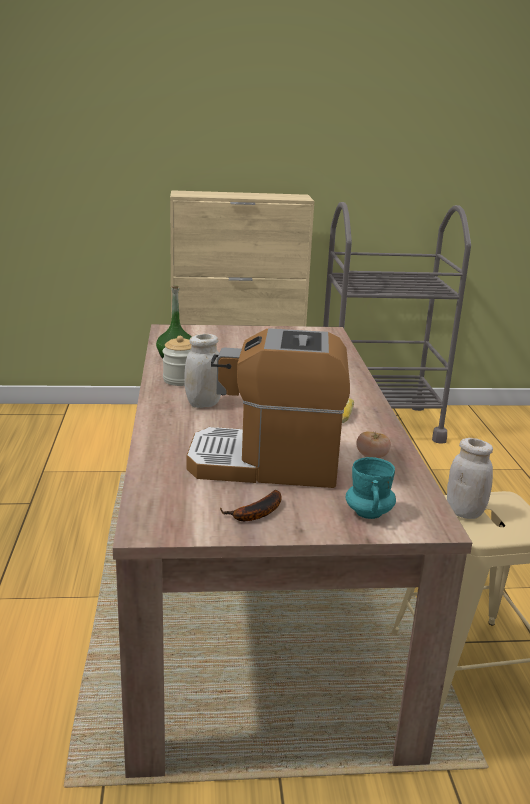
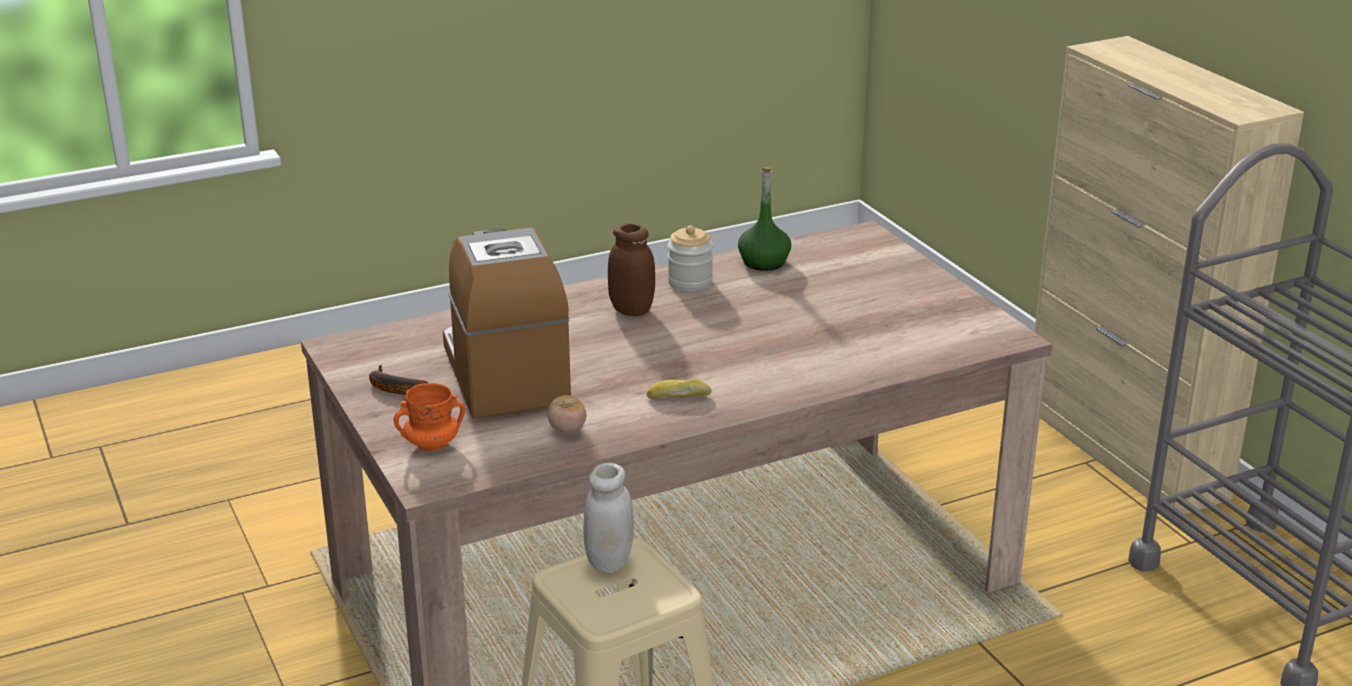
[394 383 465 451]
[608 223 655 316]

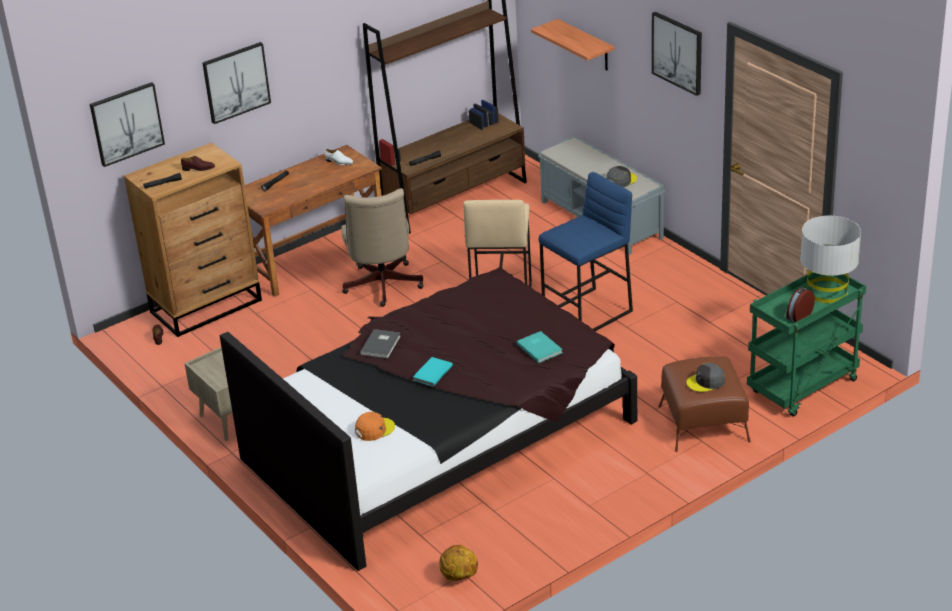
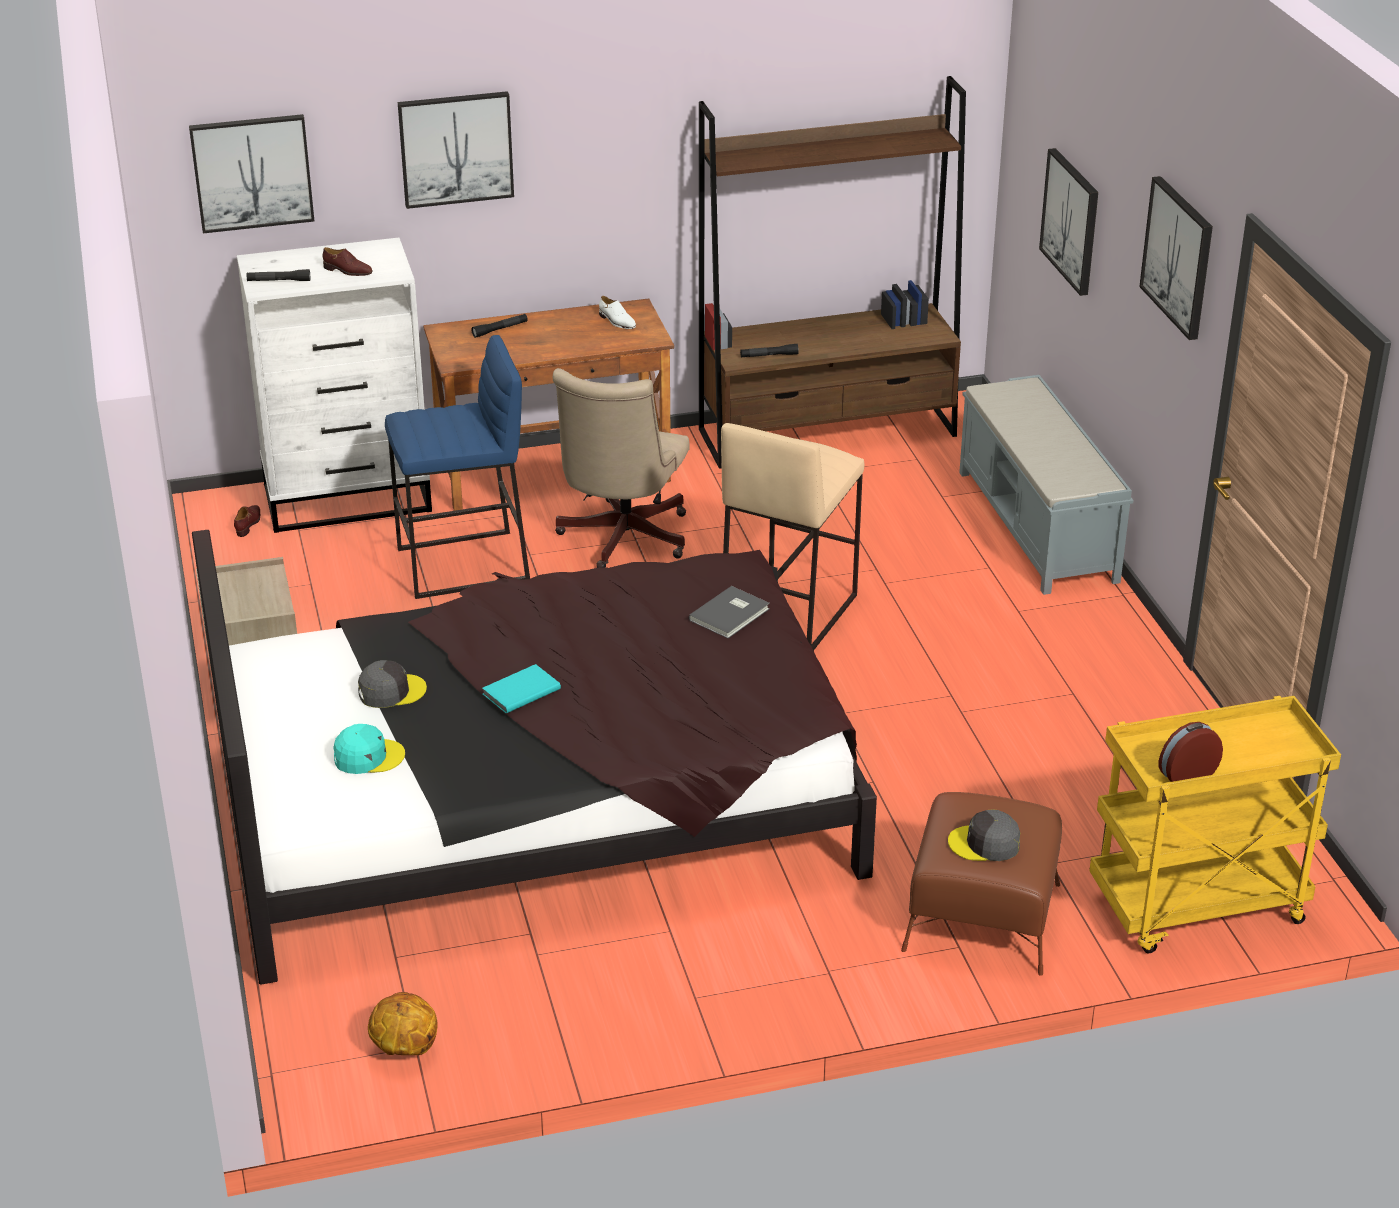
[237 238 432 533]
[333 724 405 774]
[358 660 427 708]
[385 335 530 599]
[689 586 770 638]
[1039 148 1098 296]
[1089 696 1341 953]
[516 331 563 363] (first image)
[800 216 861 303] (first image)

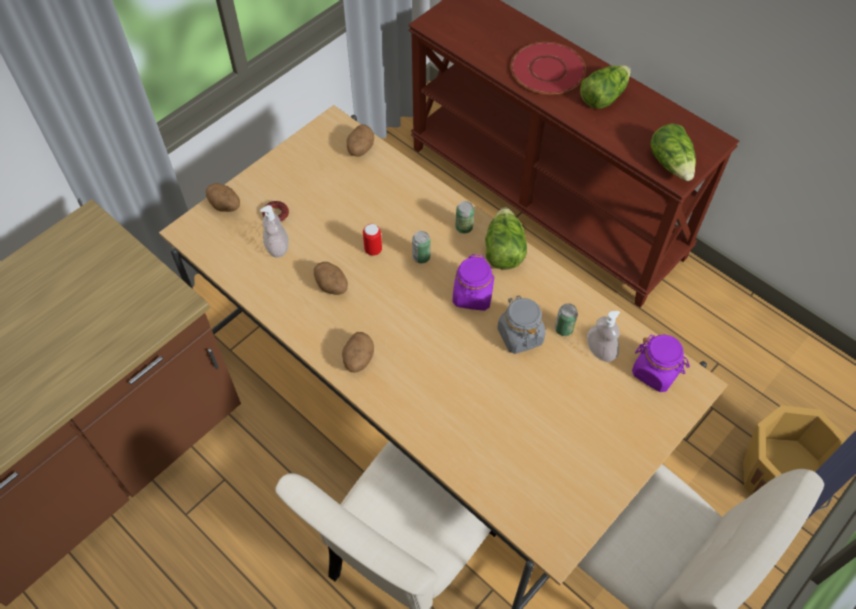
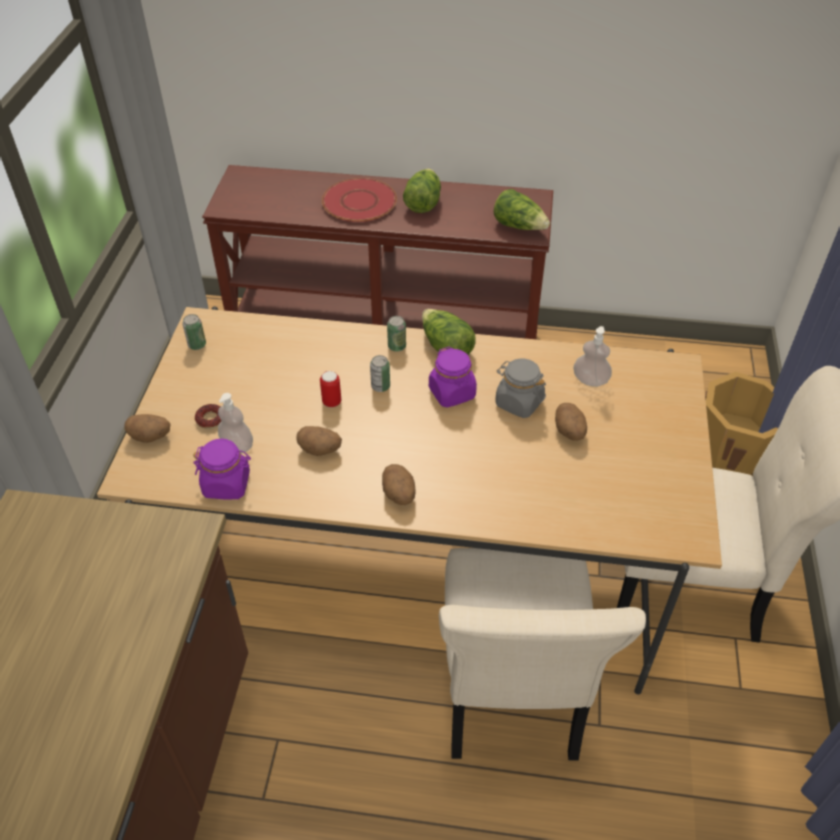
[182 314 206 350]
[193 439 251 499]
[555 403 587 441]

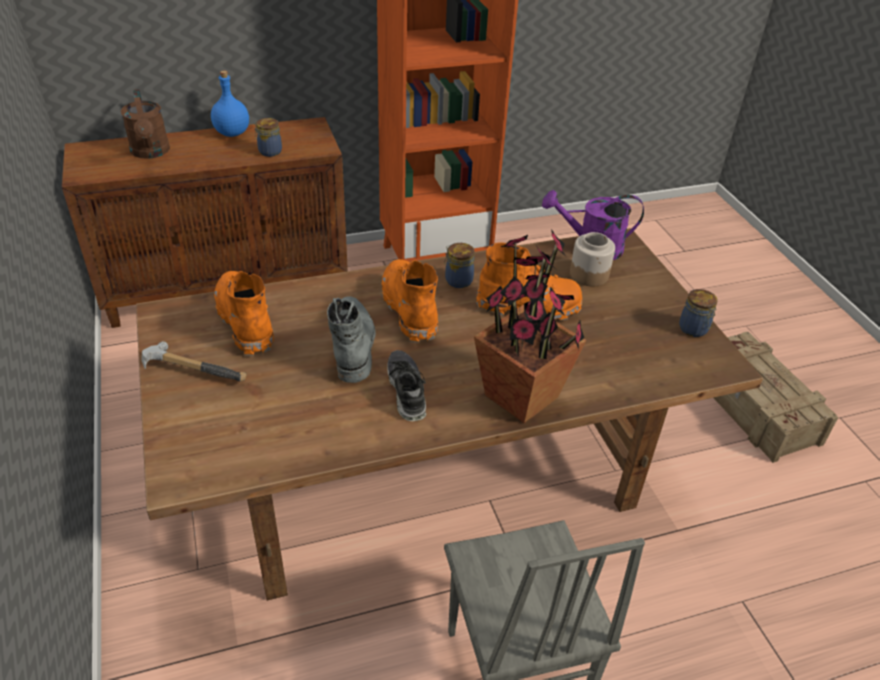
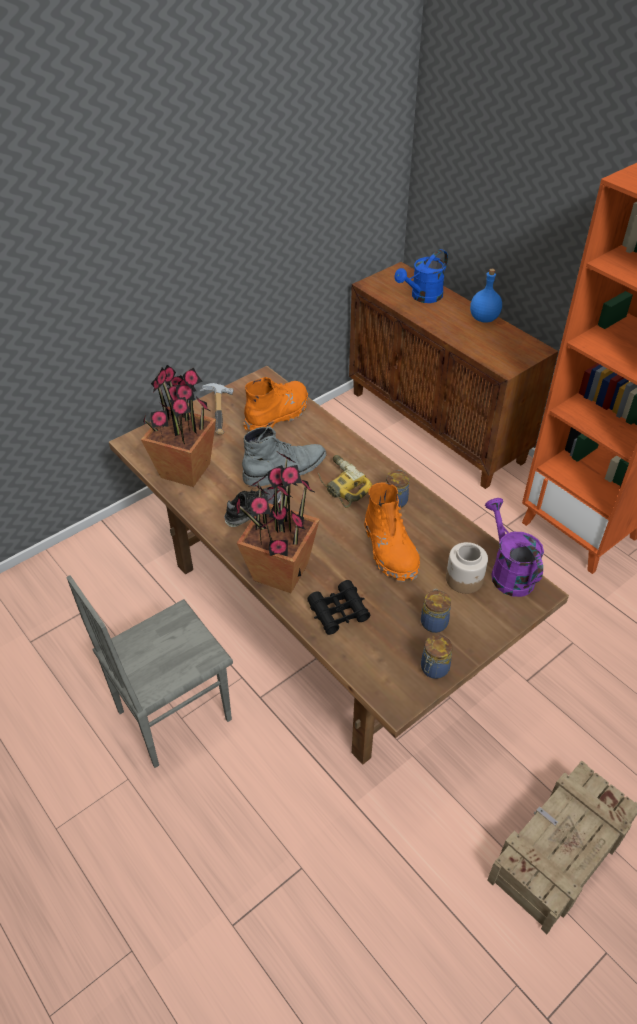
[141 365 216 487]
[307 580 370 635]
[318 455 372 508]
[395 249 448 303]
[421 589 451 633]

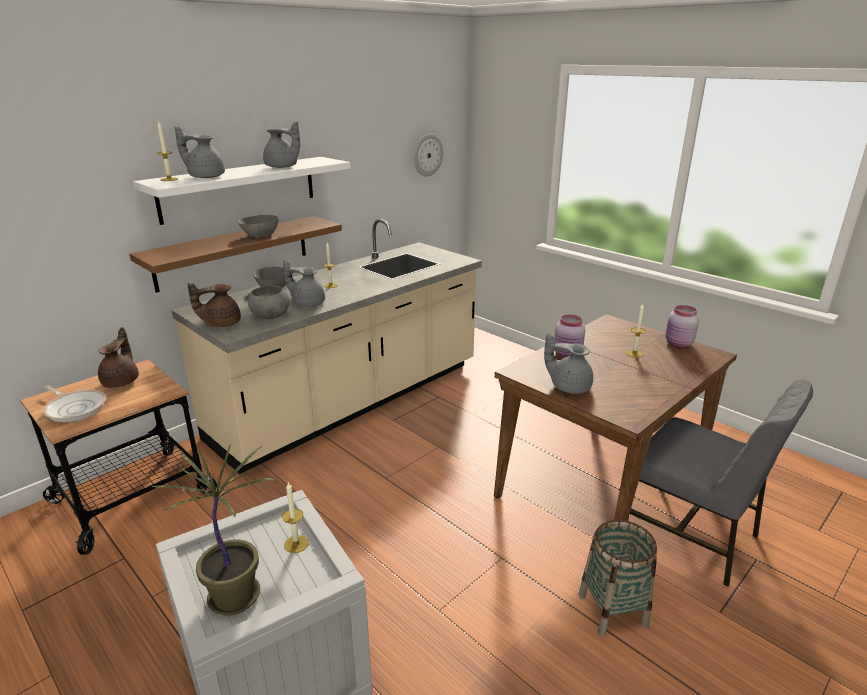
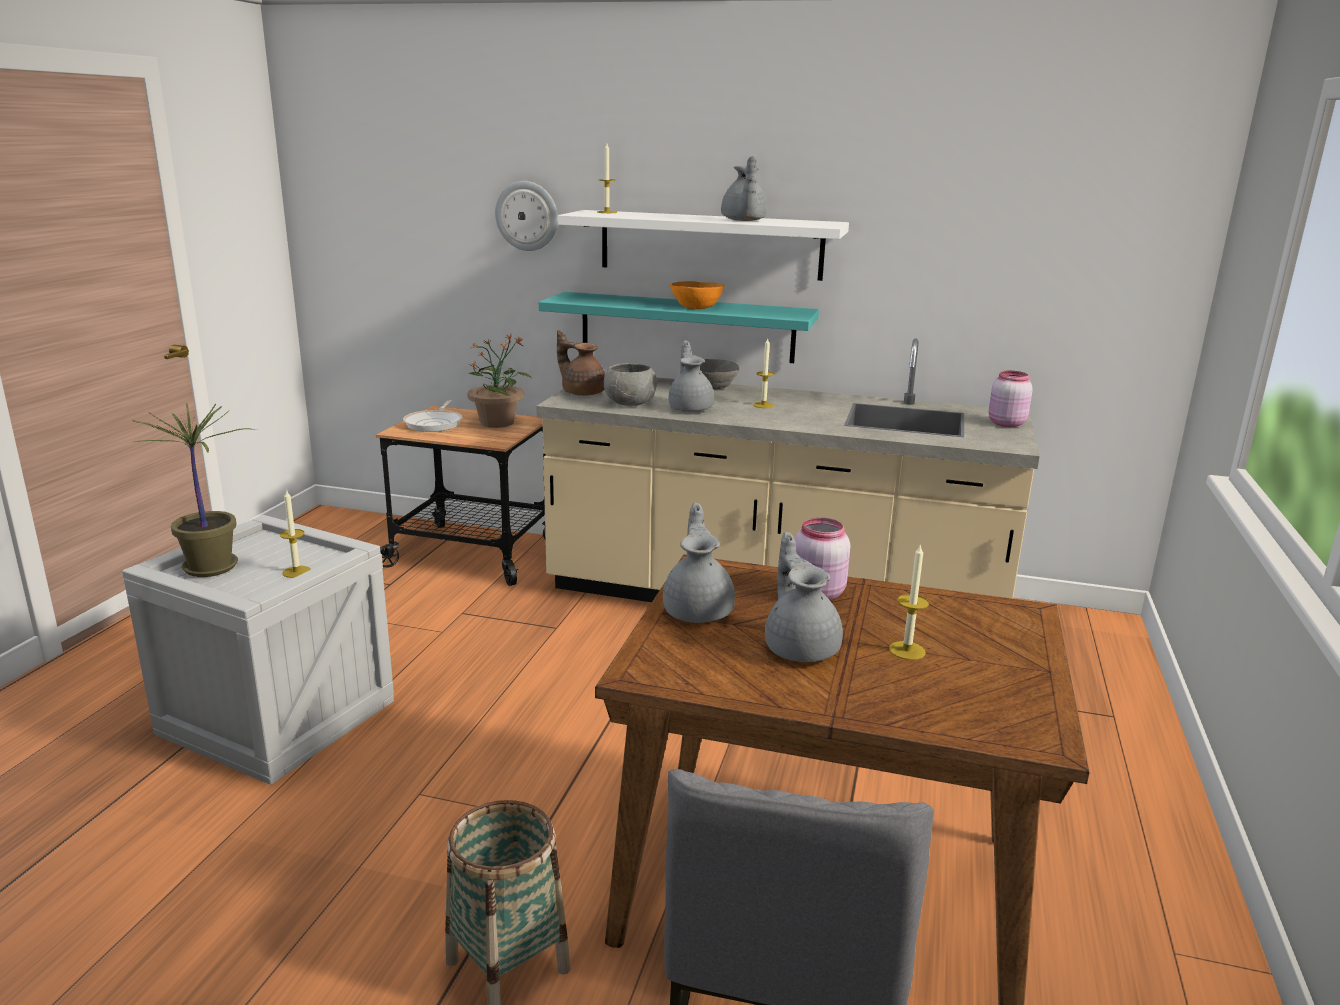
[467 334 531 428]
[495 181 558 251]
[539 292 819 363]
[670 281 724 309]
[765 532 843 662]
[989 371 1033 427]

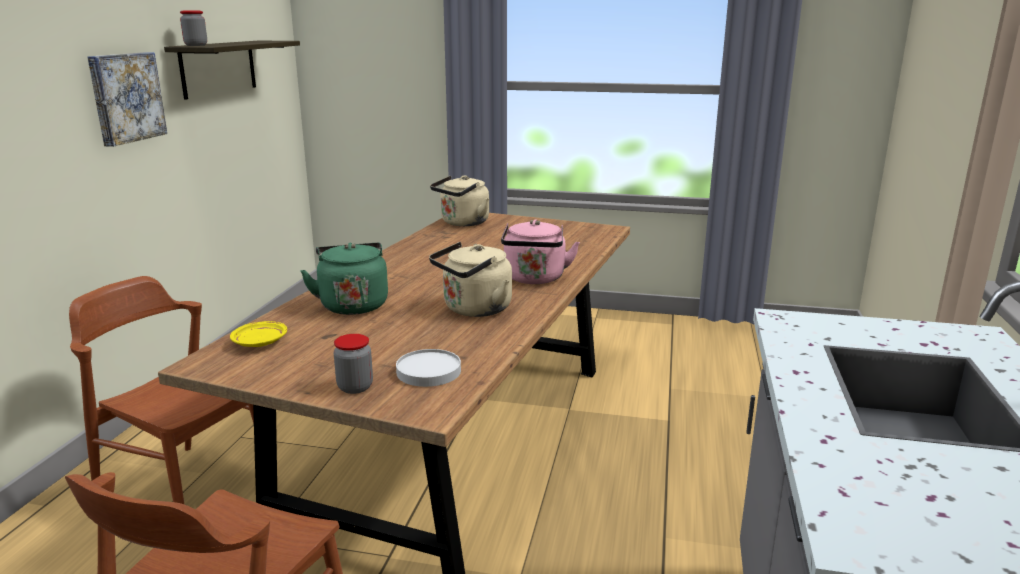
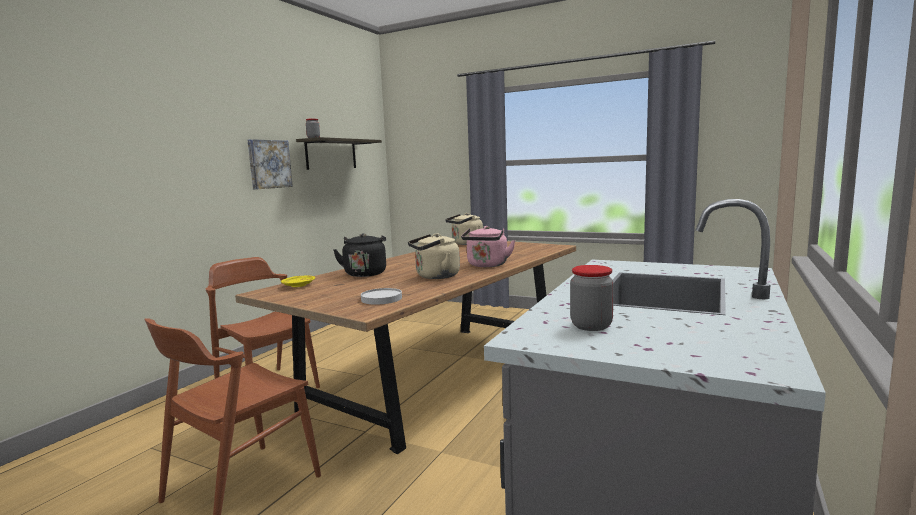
[333 233 386 277]
[570 265 614 331]

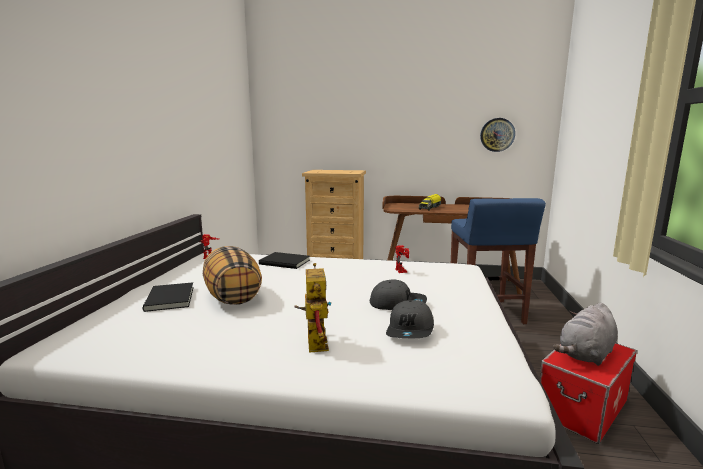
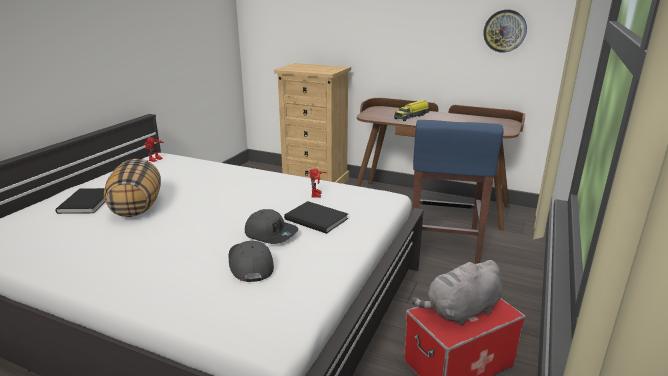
[229 241 274 282]
[284 201 348 234]
[294 263 331 353] (first image)

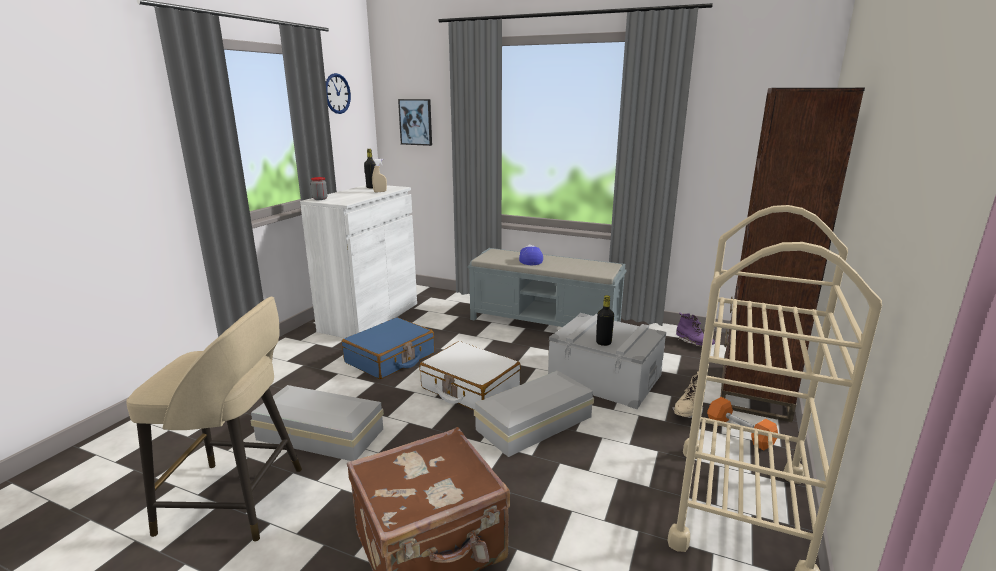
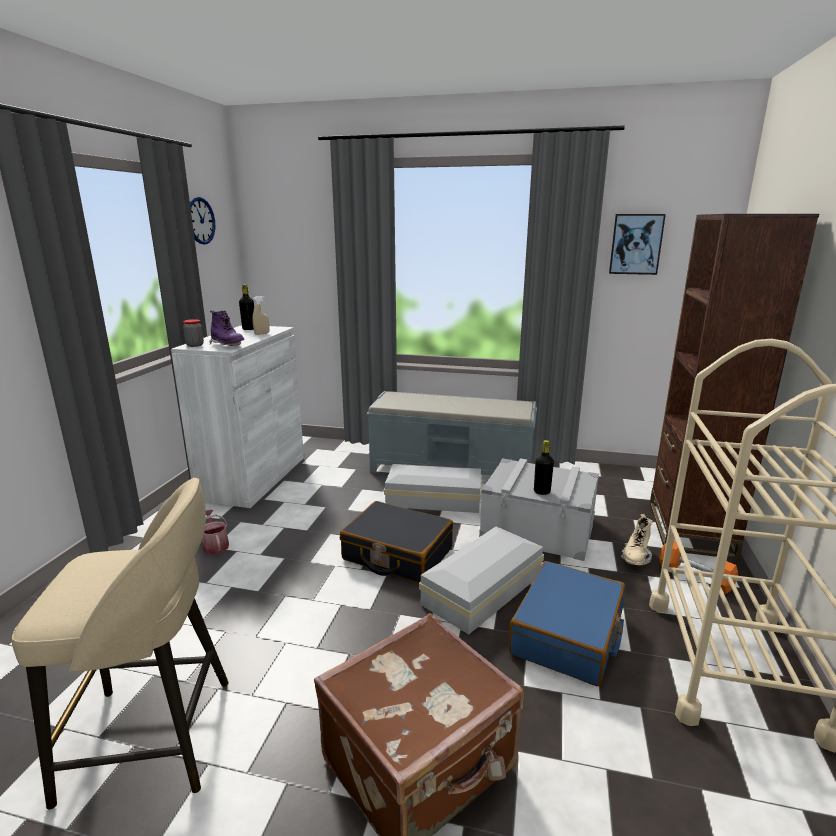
[202 510 229 555]
[210 310 244 346]
[340 501 453 583]
[384 464 482 513]
[509 561 625 686]
[609 214 666 275]
[519 244 543 265] (first image)

